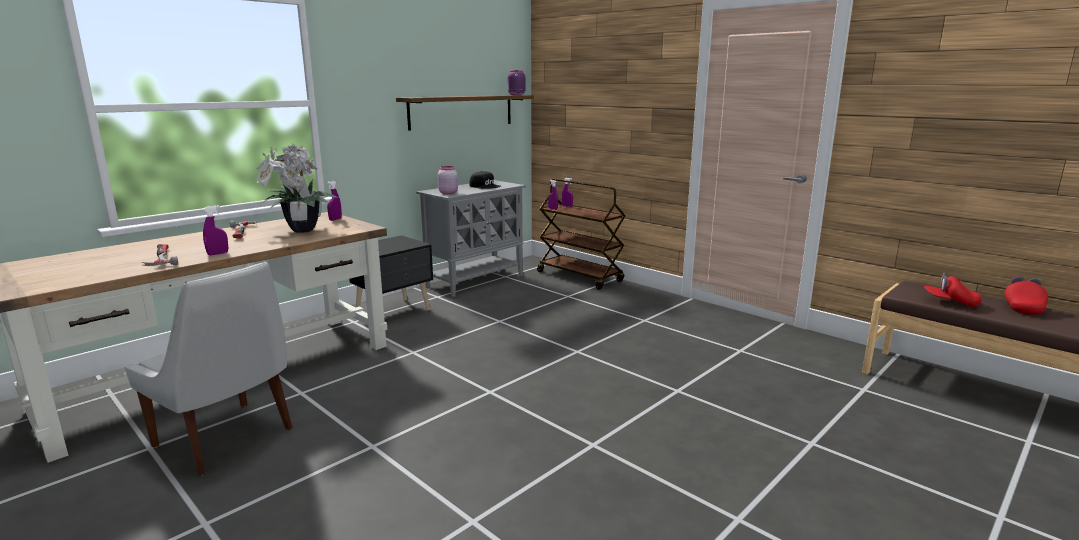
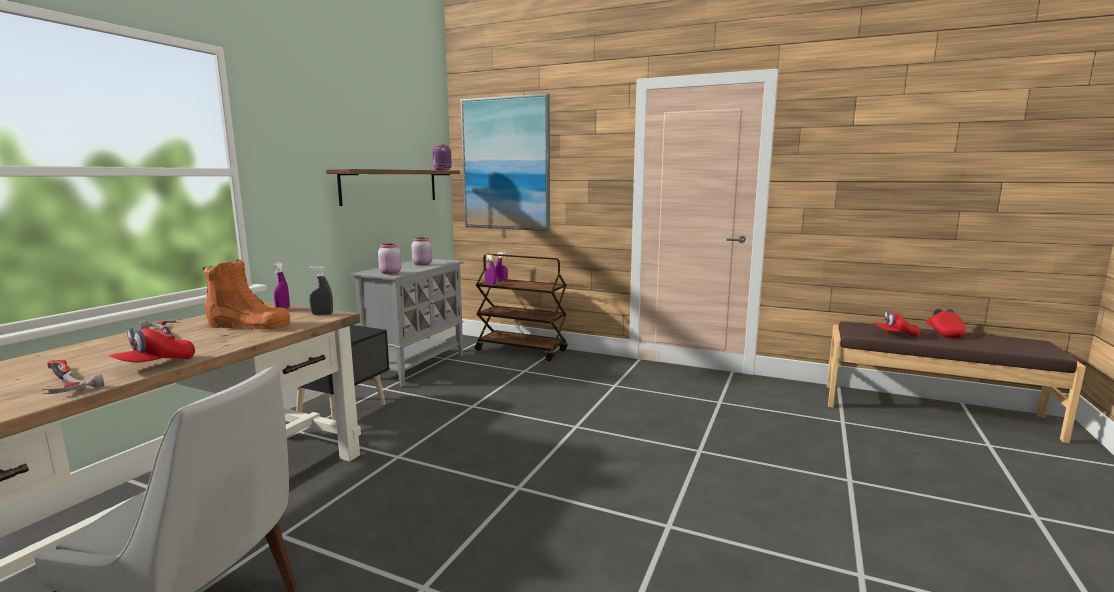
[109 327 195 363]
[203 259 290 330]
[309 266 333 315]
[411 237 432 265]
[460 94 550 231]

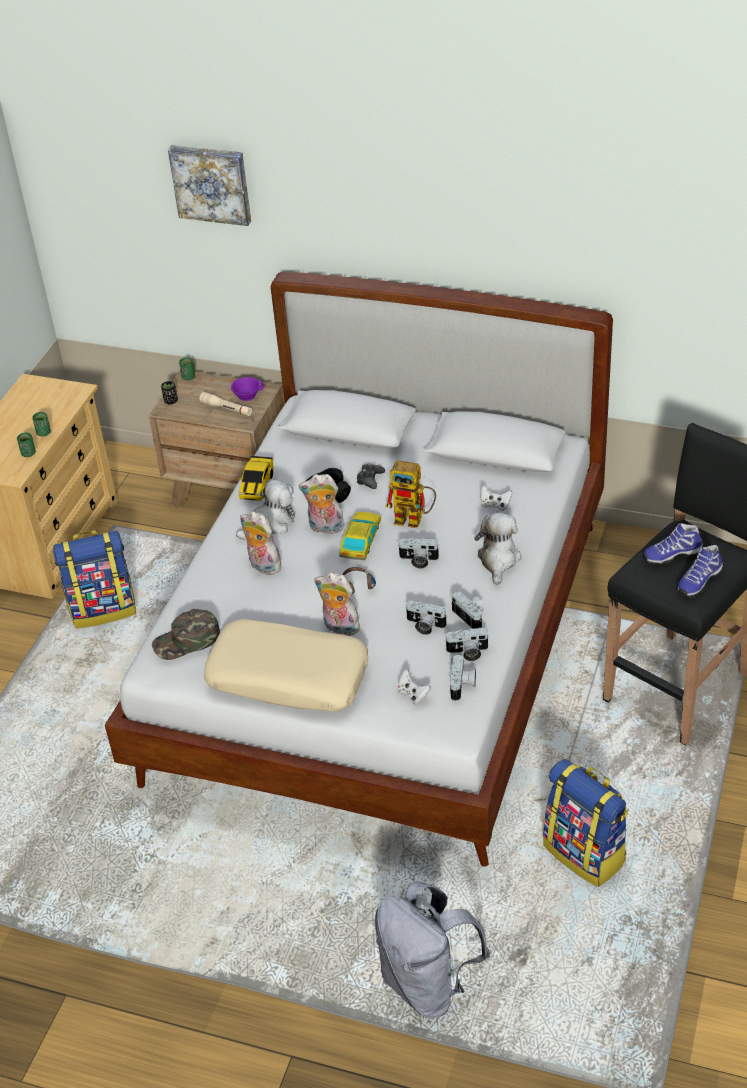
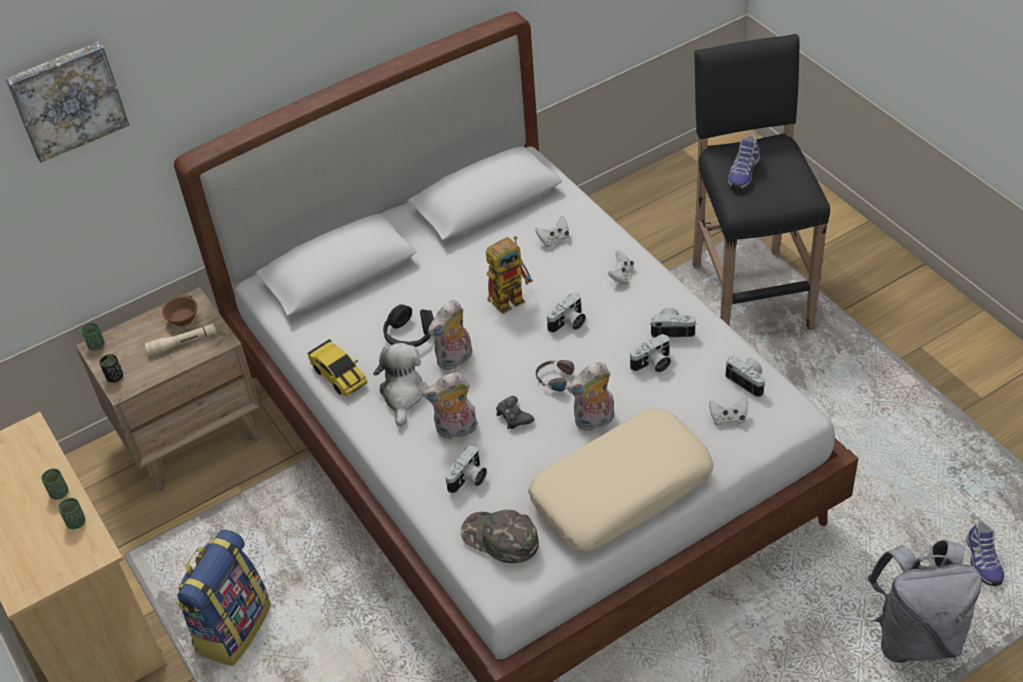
[162 295 197 327]
[445 445 487 494]
[461 510 539 564]
[496 396 535 429]
[608 250 634 285]
[966 520 1004 586]
[340 512 381 560] (first image)
[543 759 629 887] (first image)

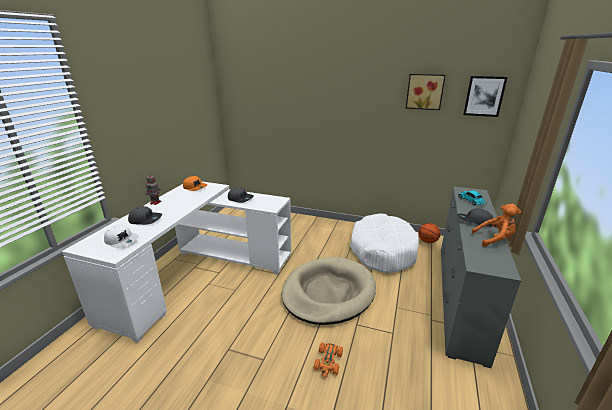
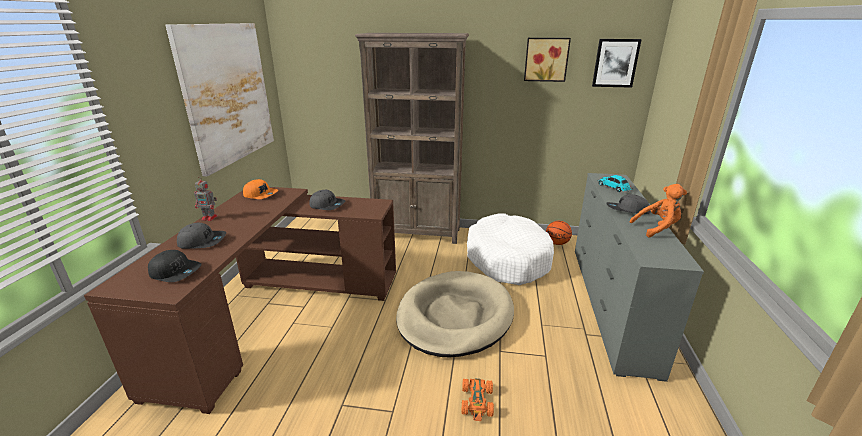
[84 187 396 414]
[148 250 201 282]
[165 23 274 177]
[355 33 469 244]

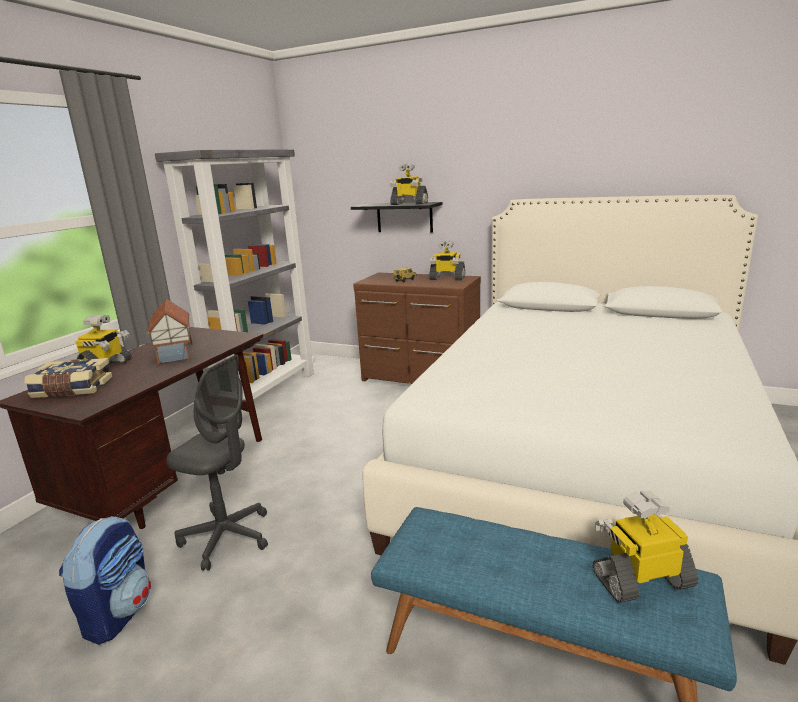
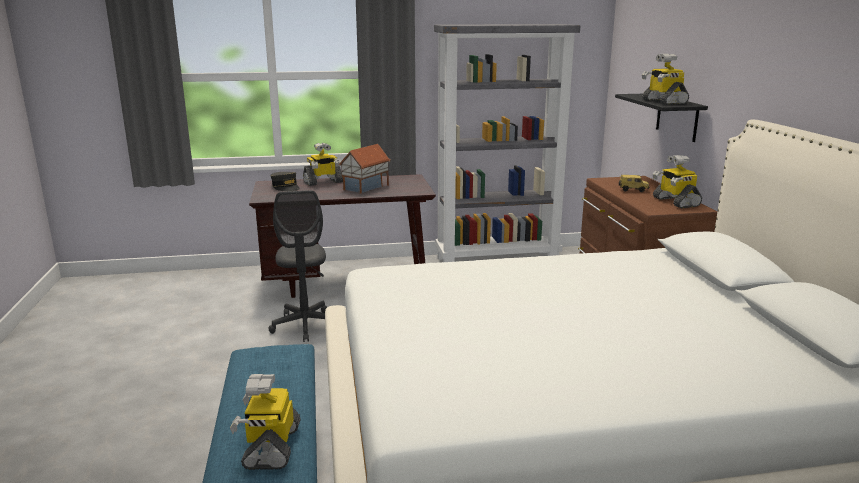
[230 374 301 470]
[270 172 300 191]
[59 516 151 645] (first image)

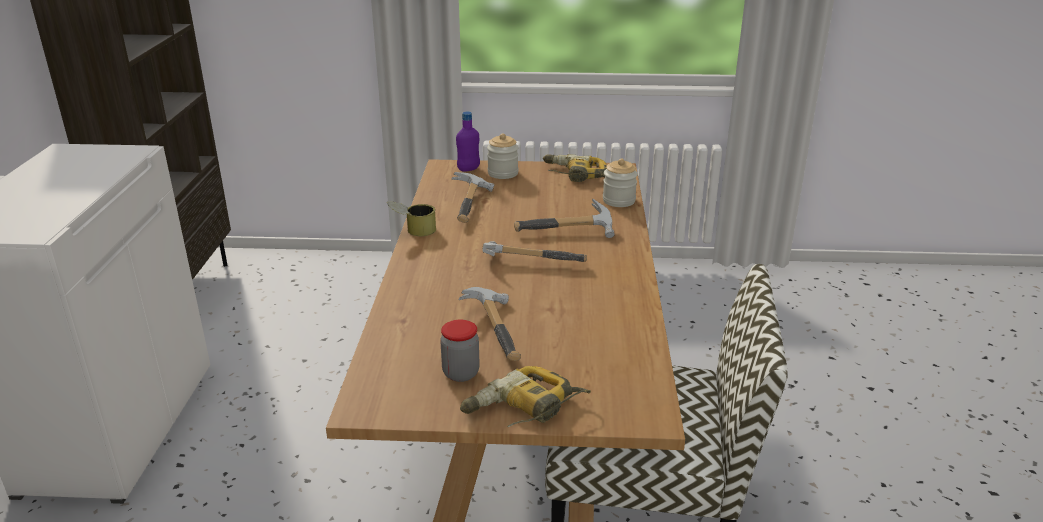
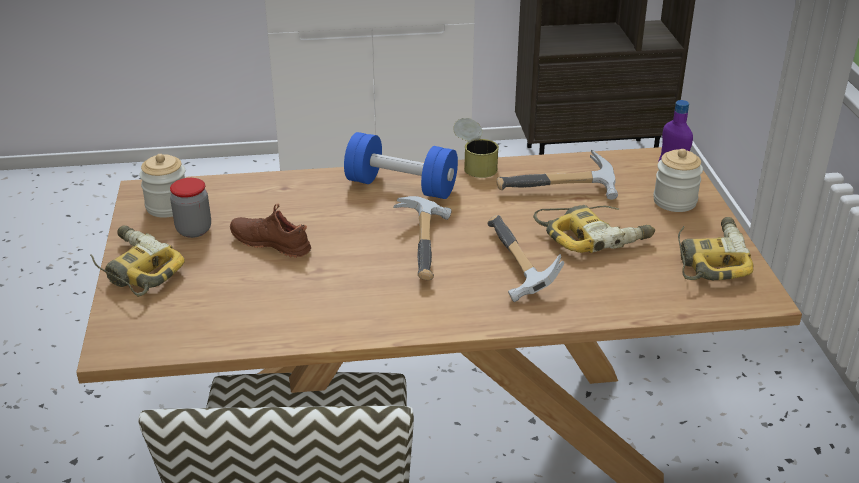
[139 154 186 218]
[230 203 311 258]
[344 132 458 199]
[533 205 655 253]

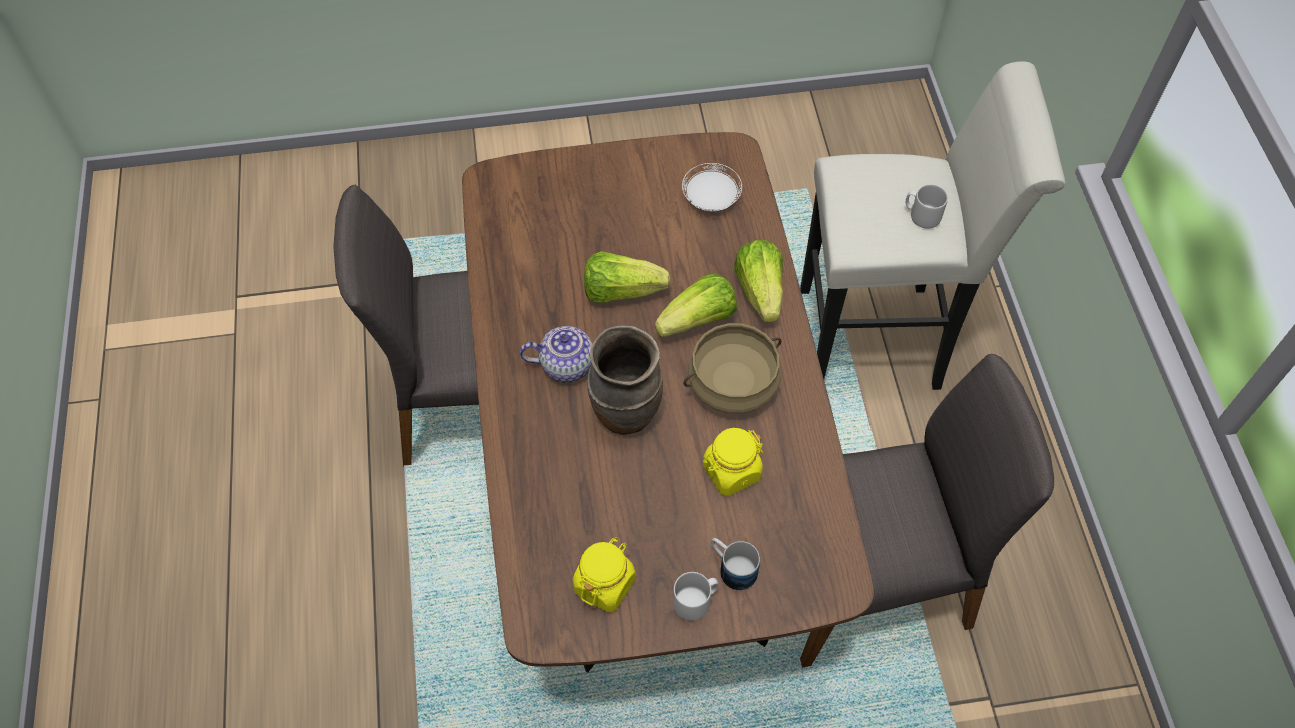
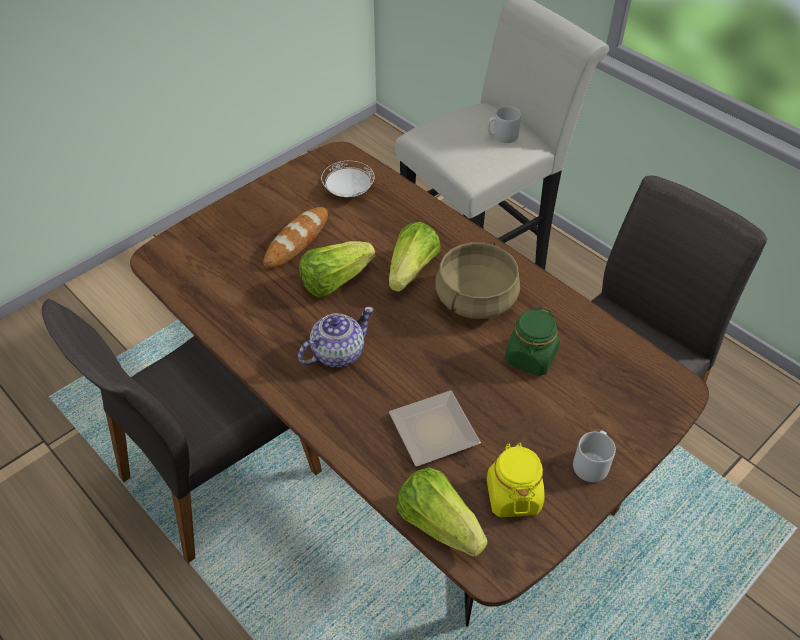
[263 207 328 269]
[389 390 481 466]
[397 467 488 557]
[505 307 560 376]
[587 325 663 435] (first image)
[711 538 760 590] (first image)

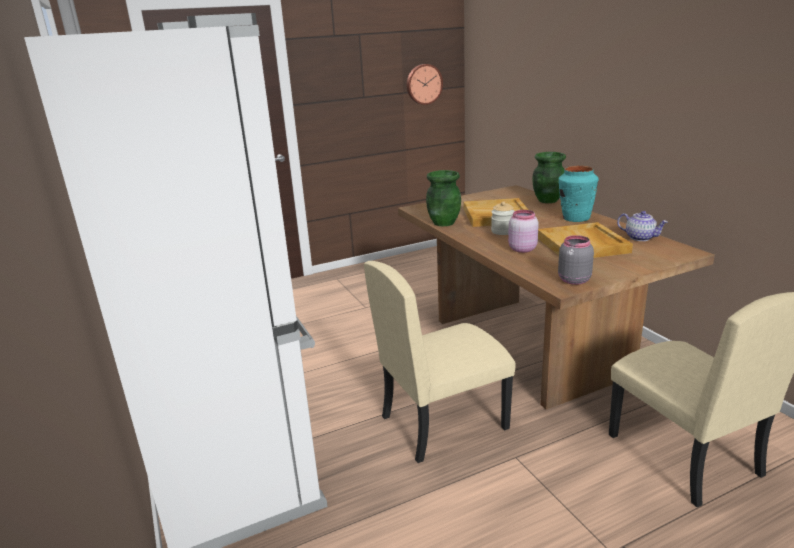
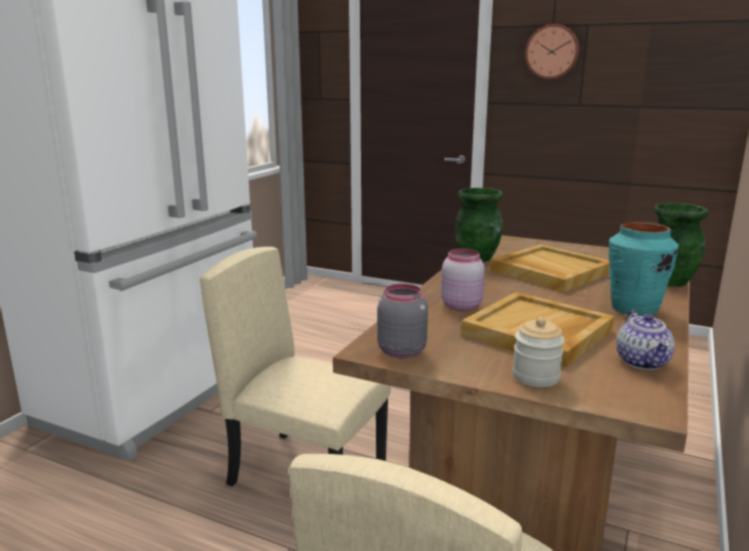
[512 317 565 387]
[525 24 579 79]

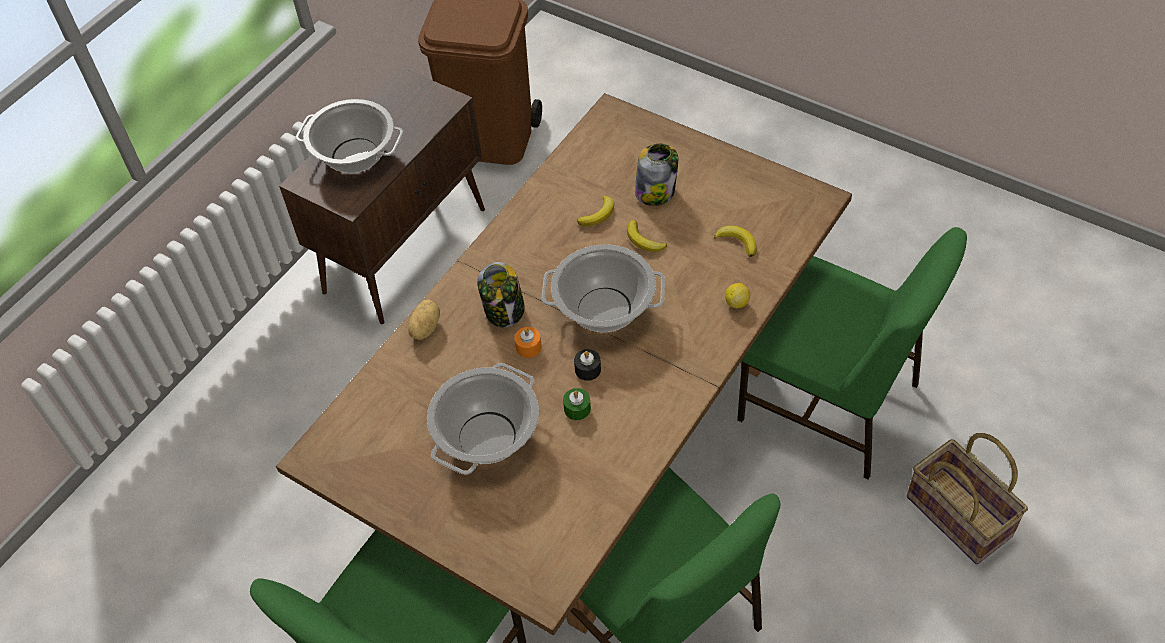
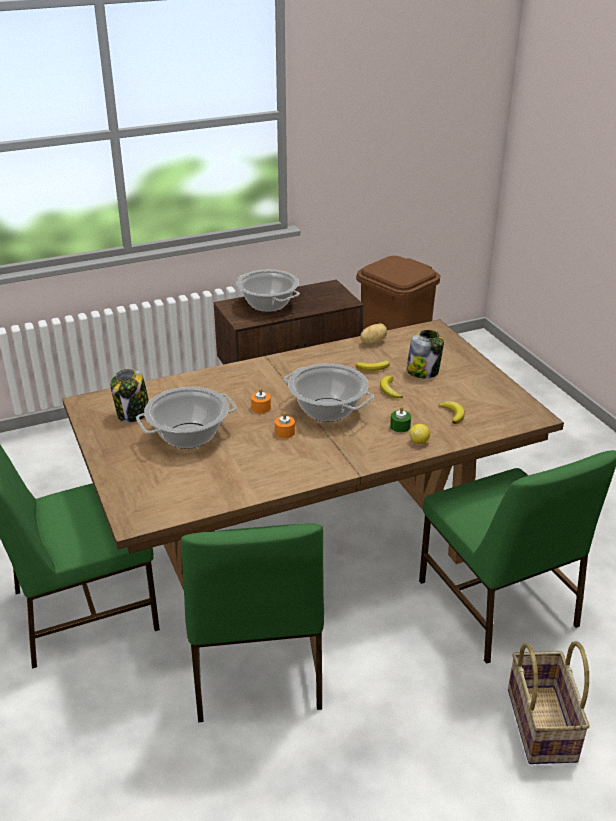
[110 369 149 423]
[275 412 295 438]
[360 324 387 345]
[390 406 411 433]

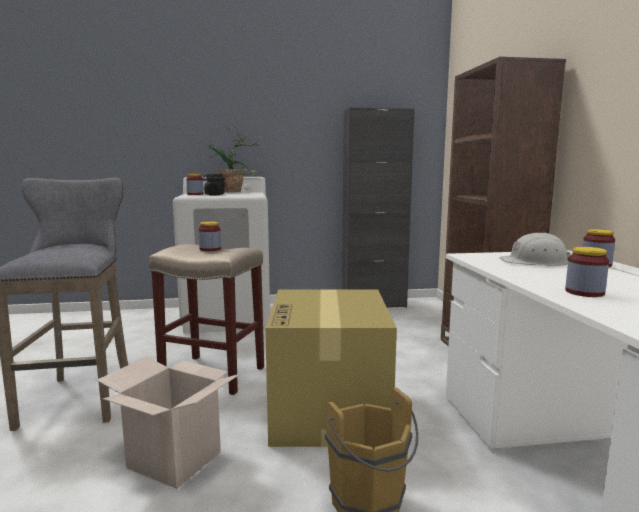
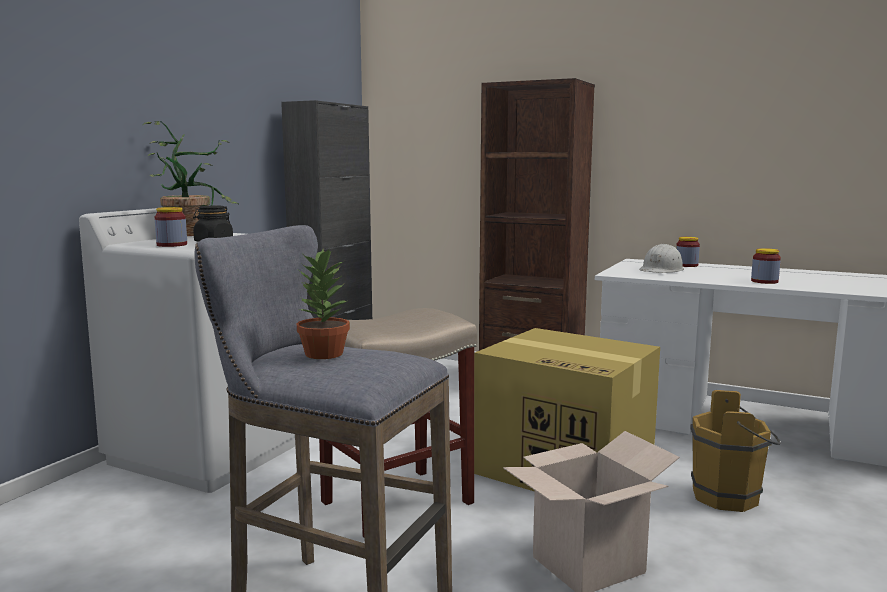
[297 249 350 359]
[199 221 221 251] (first image)

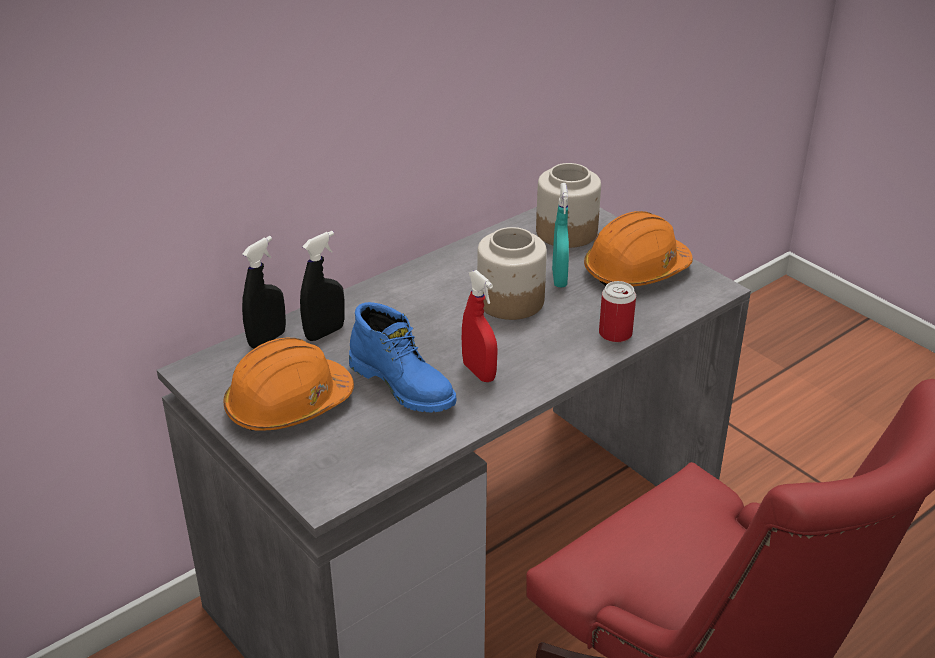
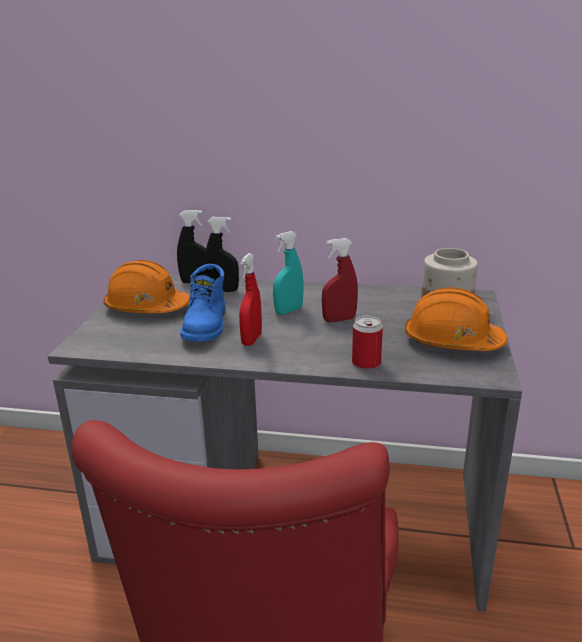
[273 231 304 315]
[322 238 358 322]

